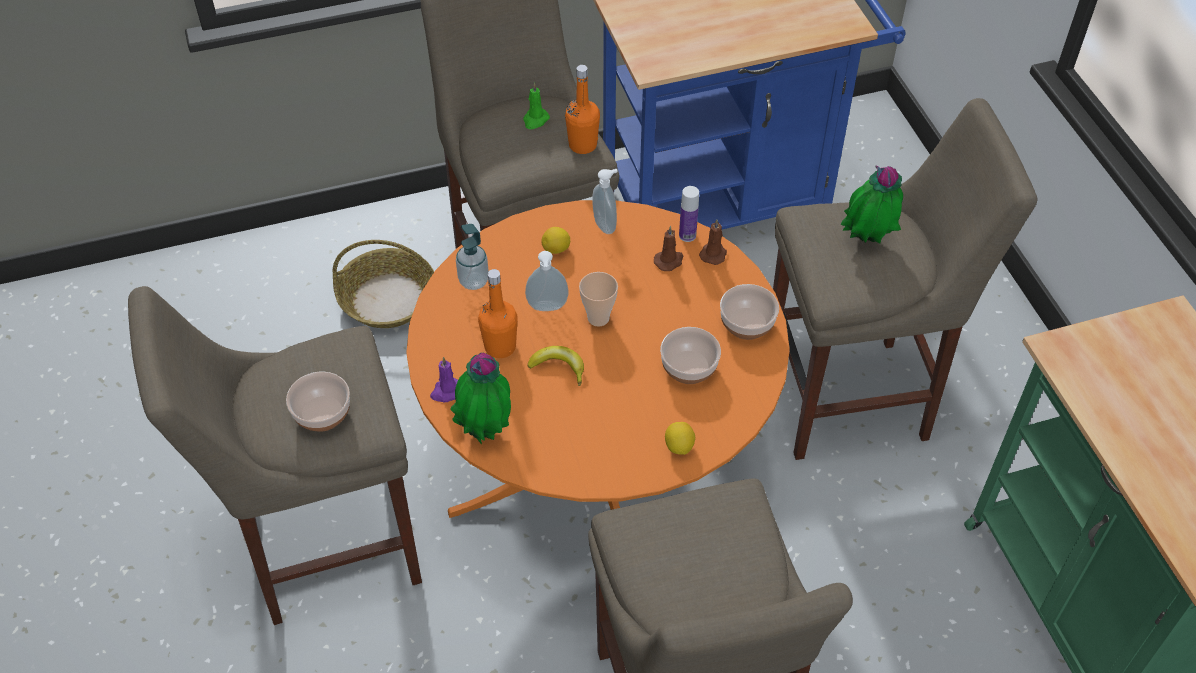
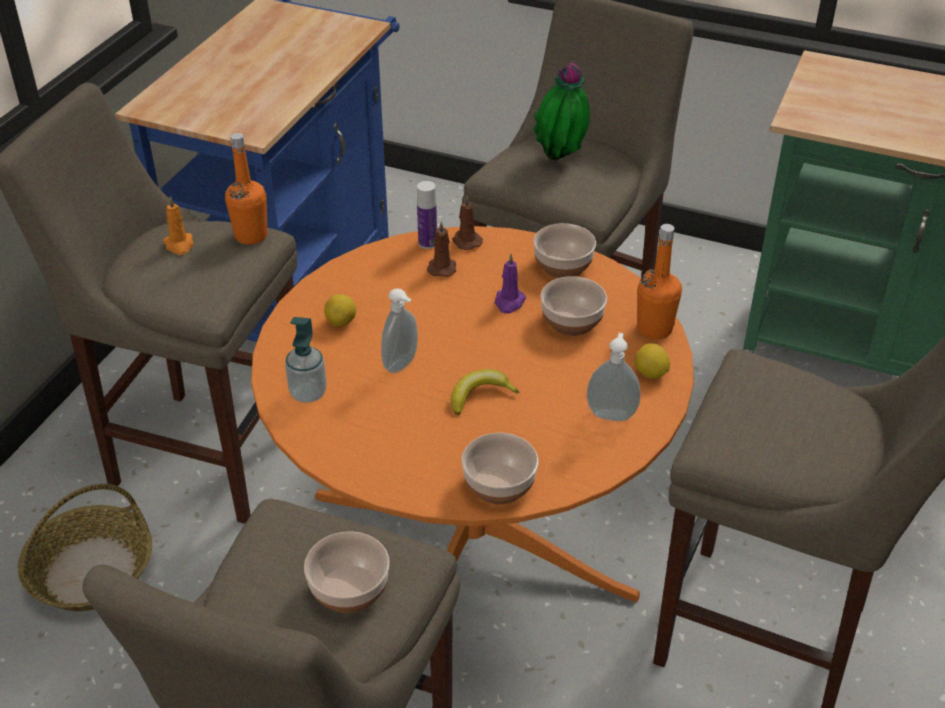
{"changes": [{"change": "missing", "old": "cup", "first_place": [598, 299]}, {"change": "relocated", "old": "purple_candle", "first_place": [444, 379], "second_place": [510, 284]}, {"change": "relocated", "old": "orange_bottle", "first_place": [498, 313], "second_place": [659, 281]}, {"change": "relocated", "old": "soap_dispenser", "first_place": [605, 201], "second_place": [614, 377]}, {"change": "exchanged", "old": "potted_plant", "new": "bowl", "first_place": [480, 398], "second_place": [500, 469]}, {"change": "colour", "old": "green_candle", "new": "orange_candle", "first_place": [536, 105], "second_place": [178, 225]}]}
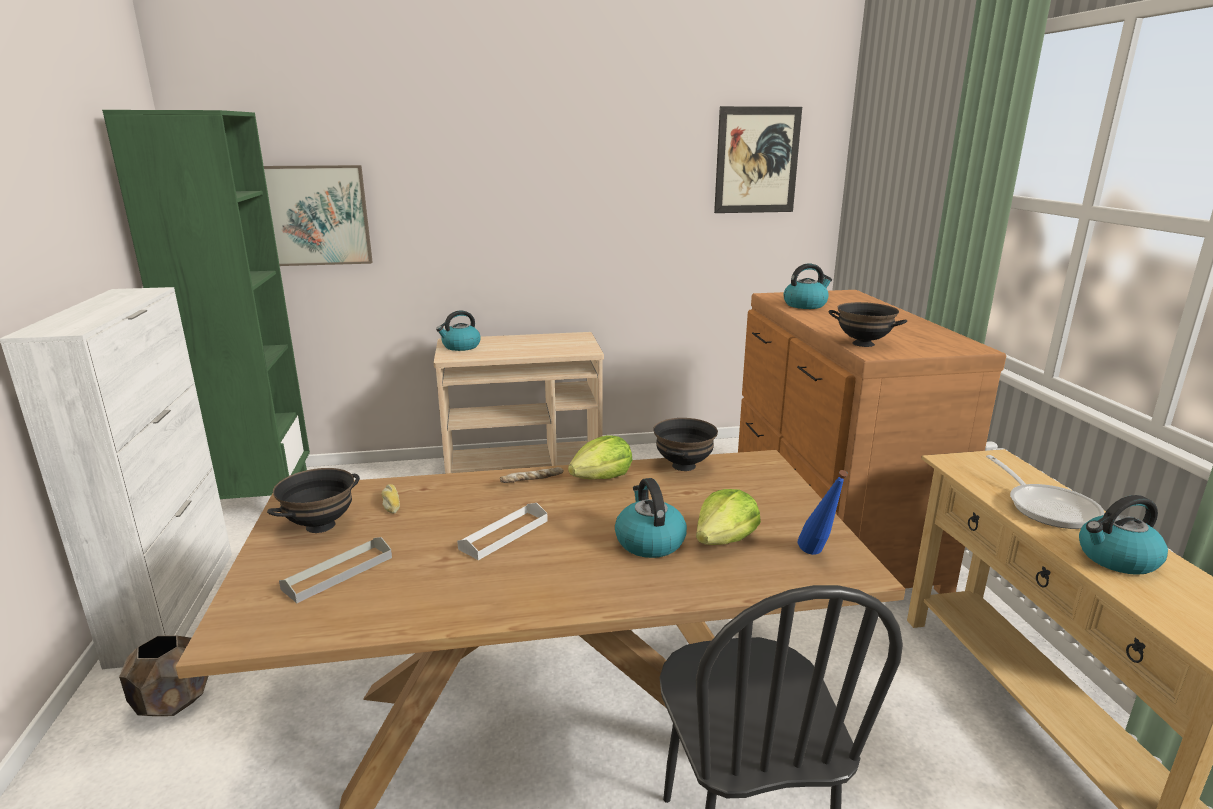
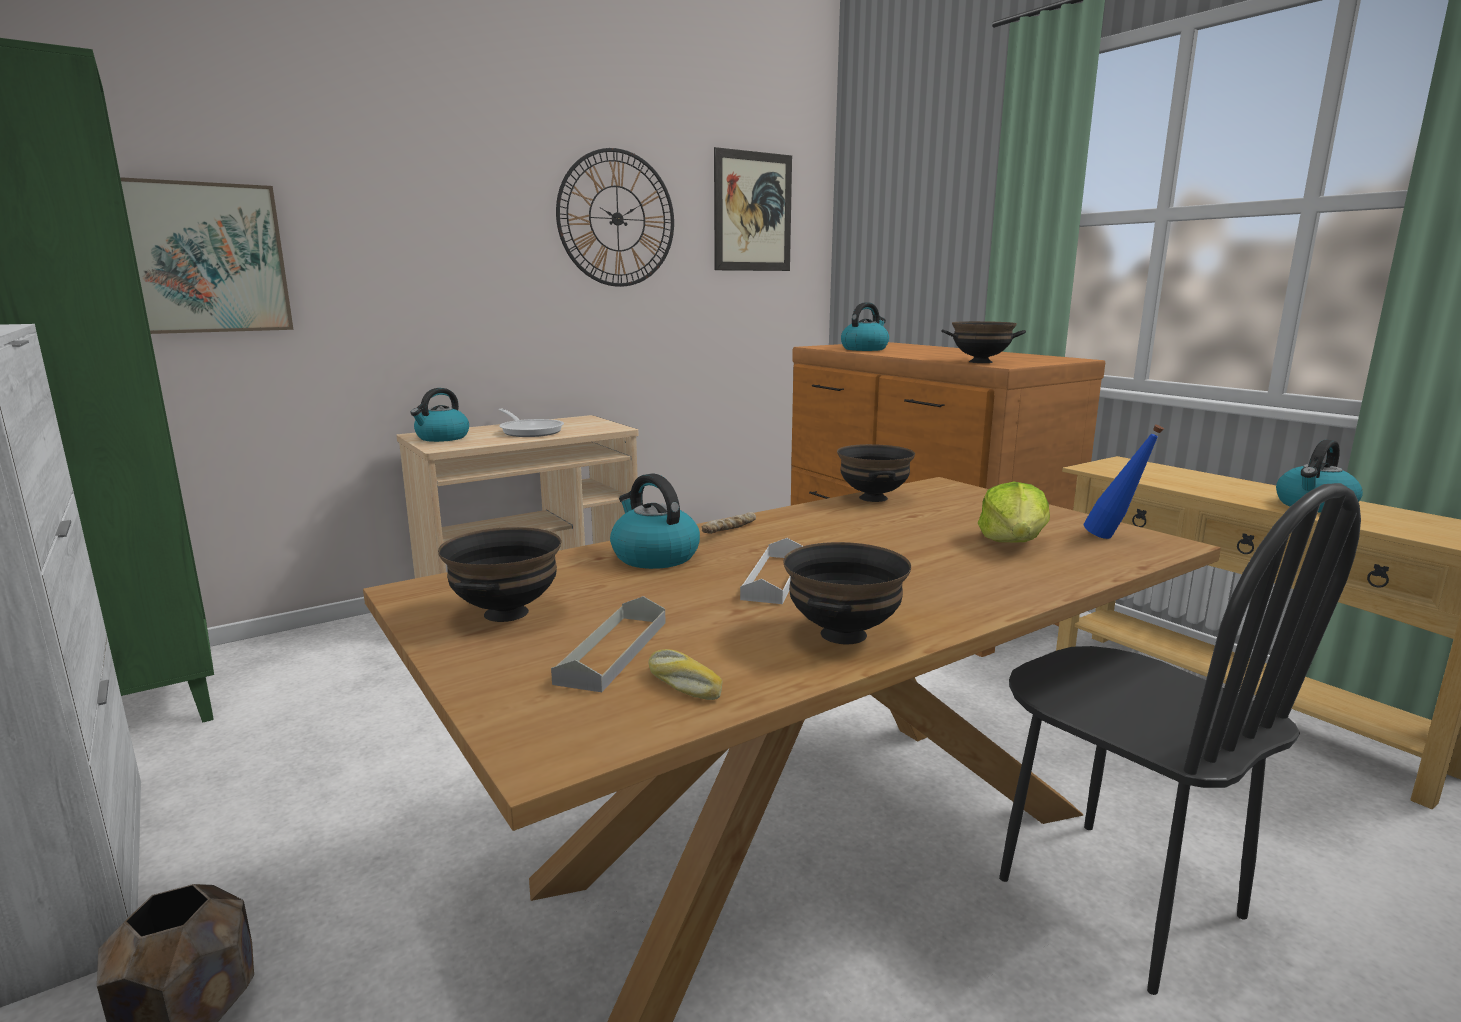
{"changes": [{"change": "missing", "old": "lettuce", "first_place": [600, 457]}, {"change": "appeared", "new": "wall_clock", "second_place": [615, 217]}, {"change": "appeared", "new": "black_bowl", "second_place": [847, 593]}, {"change": "relocated", "old": "bread", "first_place": [390, 499], "second_place": [686, 674]}, {"change": "relocated", "old": "kettle", "first_place": [651, 518], "second_place": [655, 521]}, {"change": "relocated", "old": "frying_pan", "first_place": [1045, 492], "second_place": [531, 422]}]}
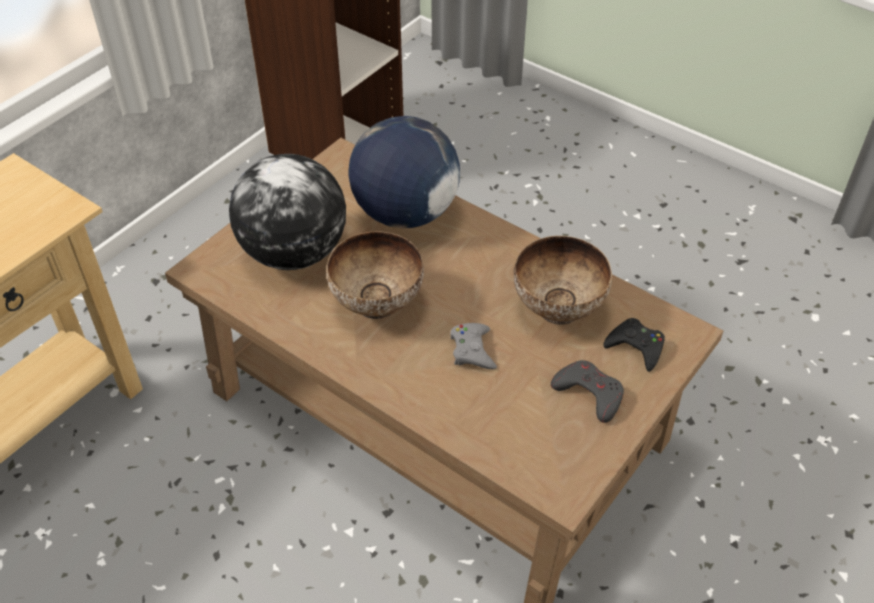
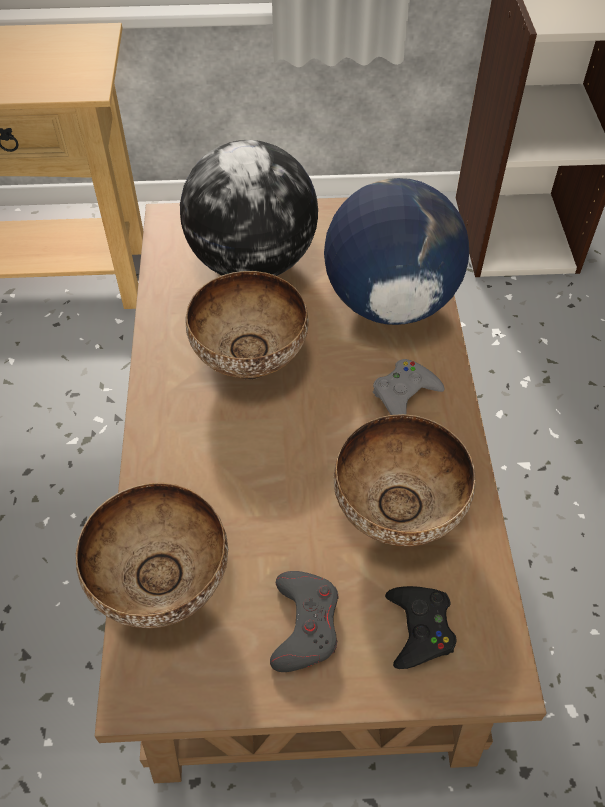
{"changes": [{"change": "appeared", "new": "bowl", "second_place": [152, 555]}, {"change": "relocated", "old": "grey_game_controller", "first_place": [473, 346], "second_place": [408, 387]}]}
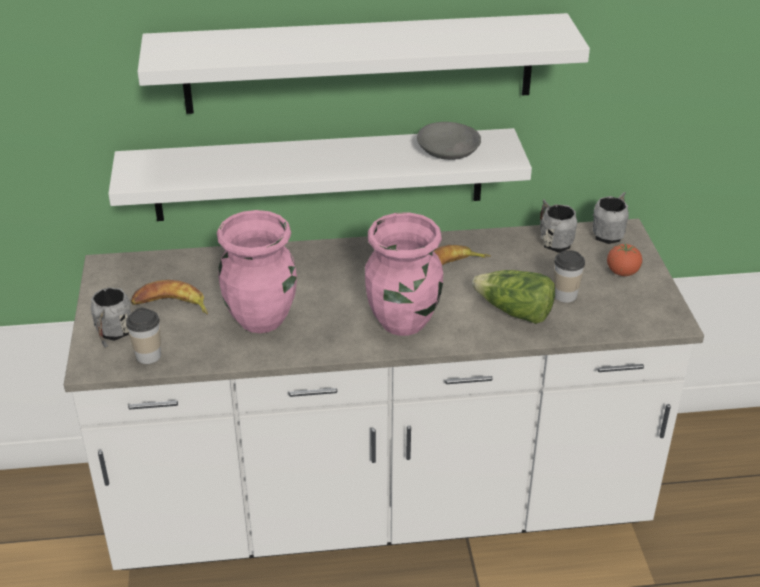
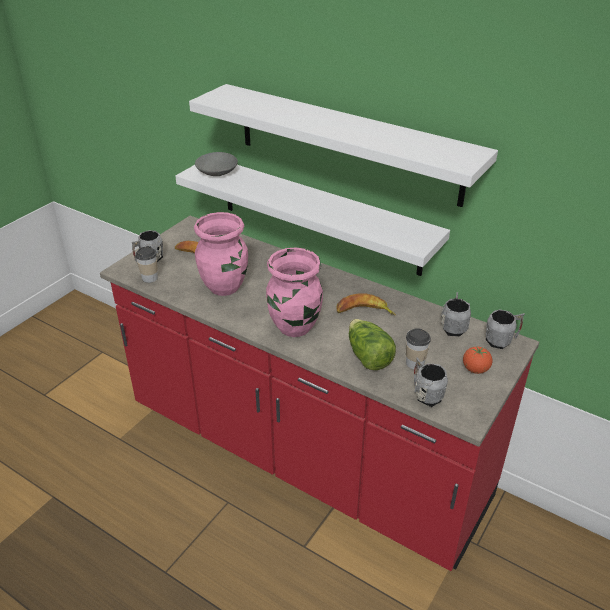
{"changes": [{"change": "appeared", "new": "grey_mug", "second_place": [431, 382]}, {"change": "relocated", "old": "grey_bowl", "first_place": [449, 141], "second_place": [216, 164]}, {"change": "colour", "old": "white_counter", "new": "red_counter", "first_place": [384, 394], "second_place": [319, 393]}]}
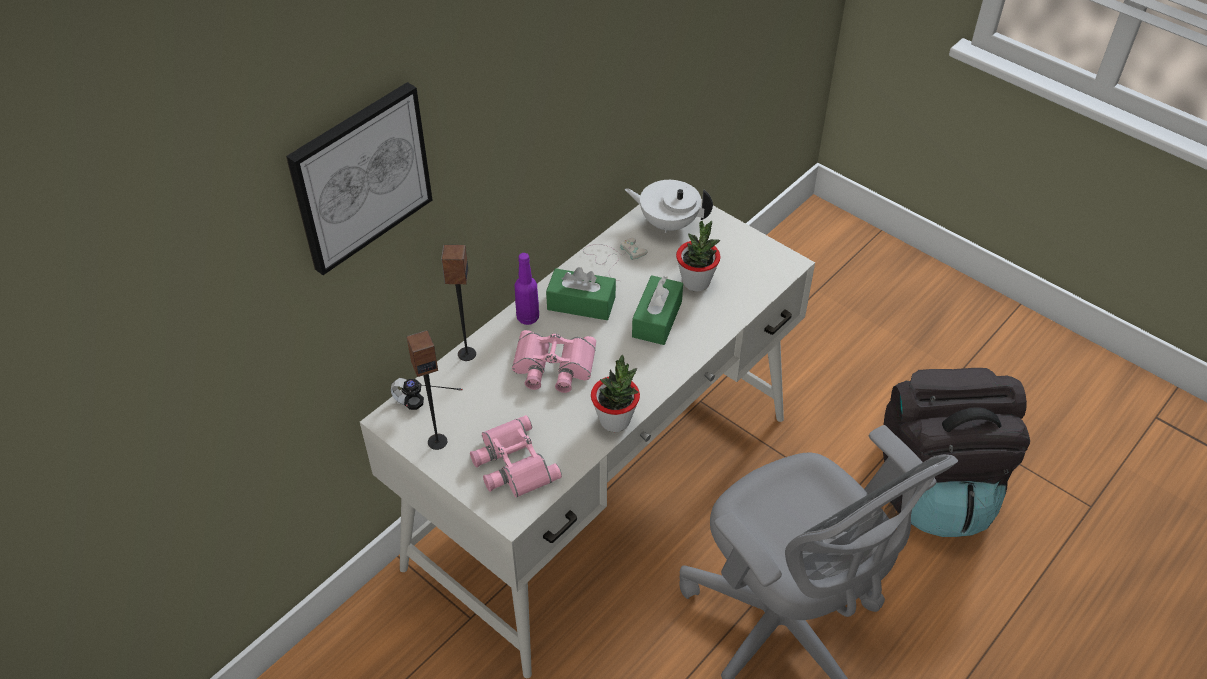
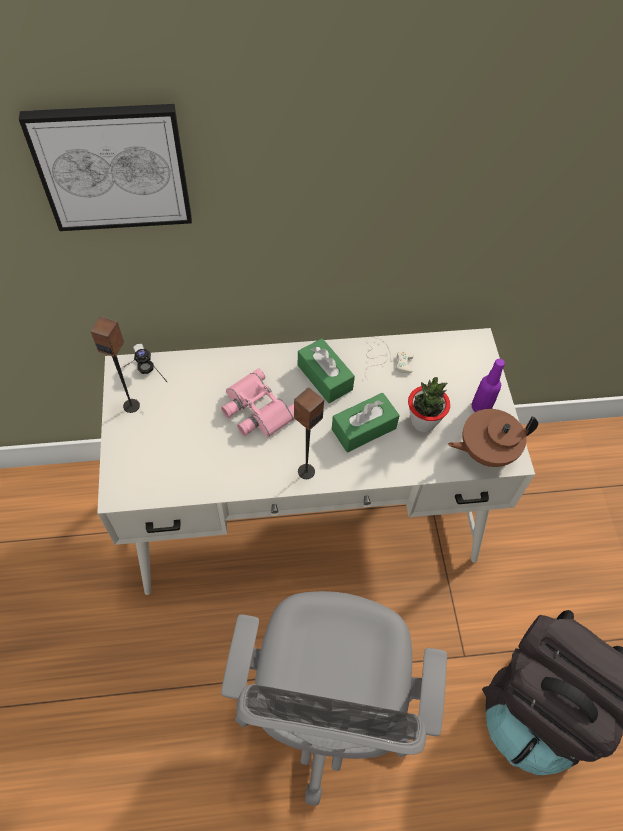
{"changes": [{"change": "missing", "old": "pink_binoculars", "first_place": [516, 456]}, {"change": "missing", "old": "potted_plant", "first_place": [615, 393]}, {"change": "missing", "old": "white_teapot", "first_place": [669, 206]}, {"change": "appeared", "new": "brown_teapot", "second_place": [493, 438]}, {"change": "relocated", "old": "speaker", "first_place": [458, 303], "second_place": [309, 433]}, {"change": "relocated", "old": "purple_bottle", "first_place": [526, 289], "second_place": [488, 385]}]}
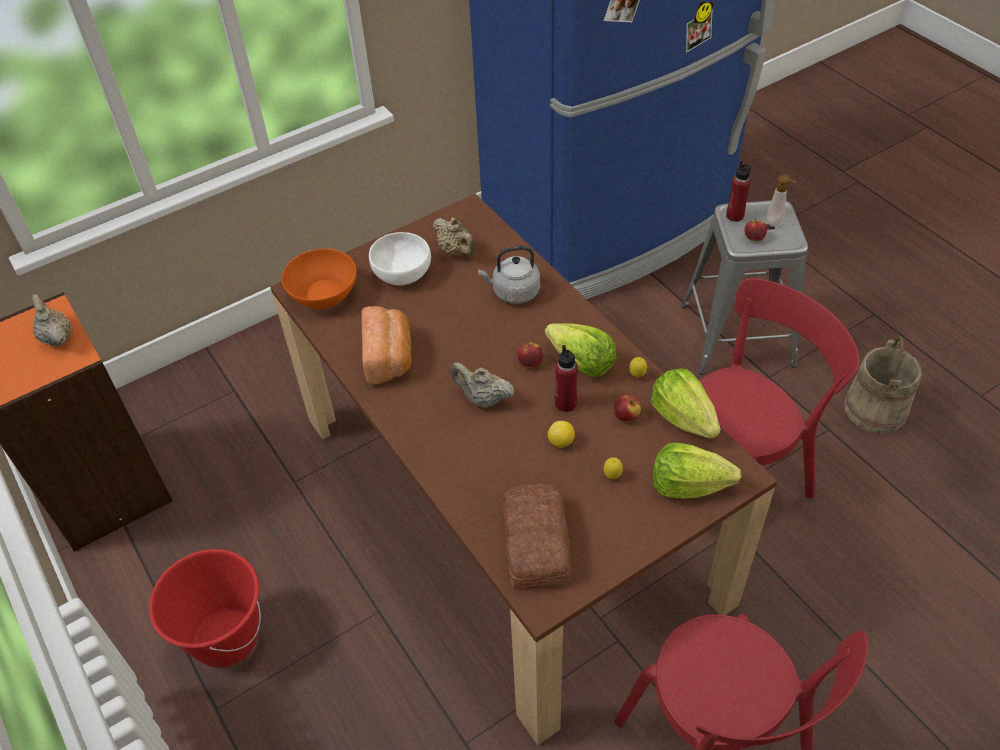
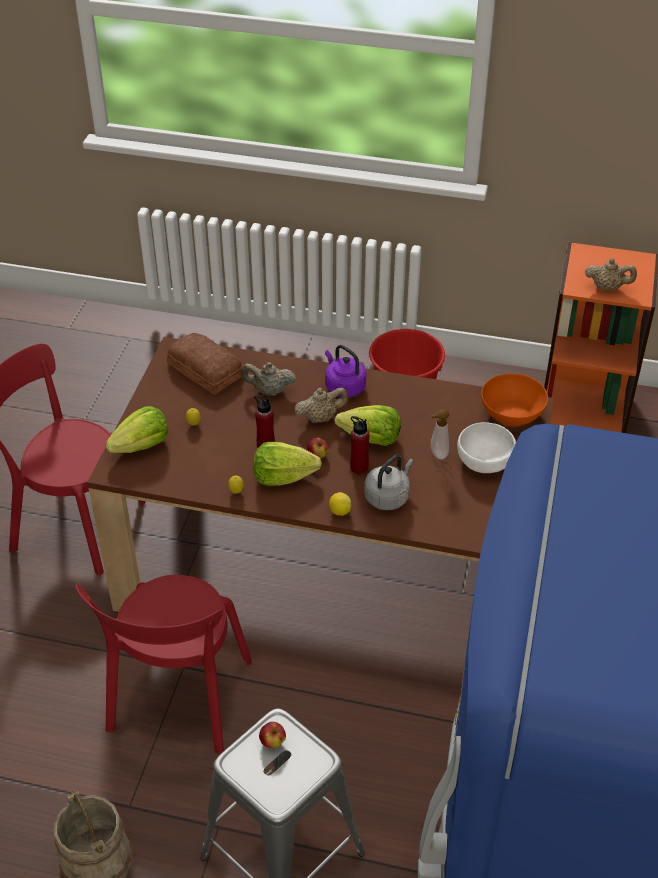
{"changes": [{"change": "missing", "old": "bread", "first_place": [387, 345]}, {"change": "missing", "old": "apple", "first_place": [627, 408]}, {"change": "appeared", "new": "purple_kettle", "second_place": [345, 371]}, {"change": "relocated", "old": "beige_teapot", "first_place": [454, 236], "second_place": [268, 379]}, {"change": "relocated", "old": "lemon", "first_place": [561, 434], "second_place": [340, 504]}, {"change": "relocated", "old": "lettuce", "first_place": [685, 403], "second_place": [368, 425]}, {"change": "relocated", "old": "red_bottle", "first_place": [738, 191], "second_place": [360, 445]}, {"change": "relocated", "old": "soap_dispenser", "first_place": [782, 201], "second_place": [439, 434]}]}
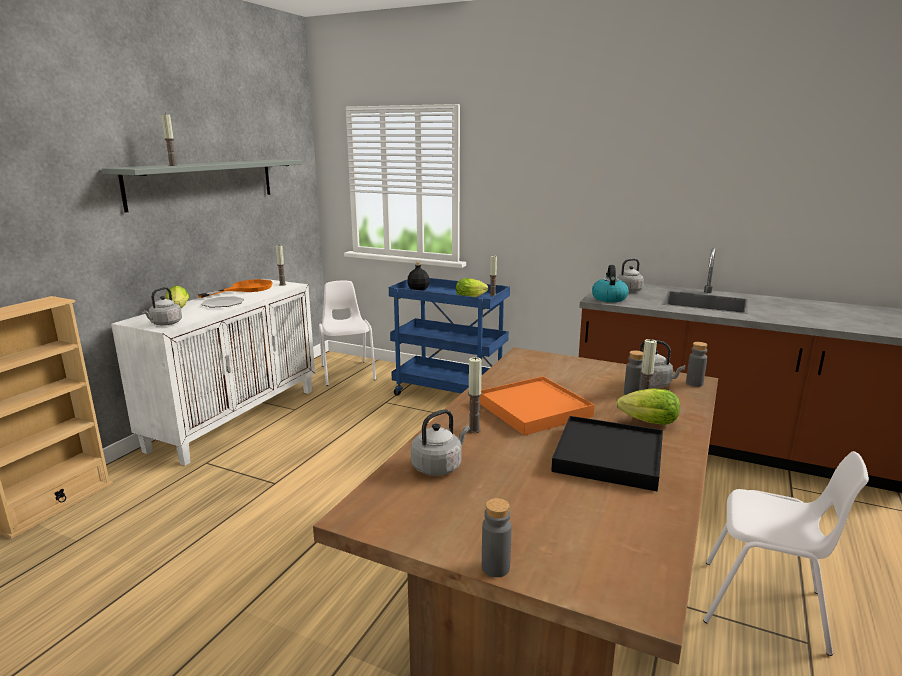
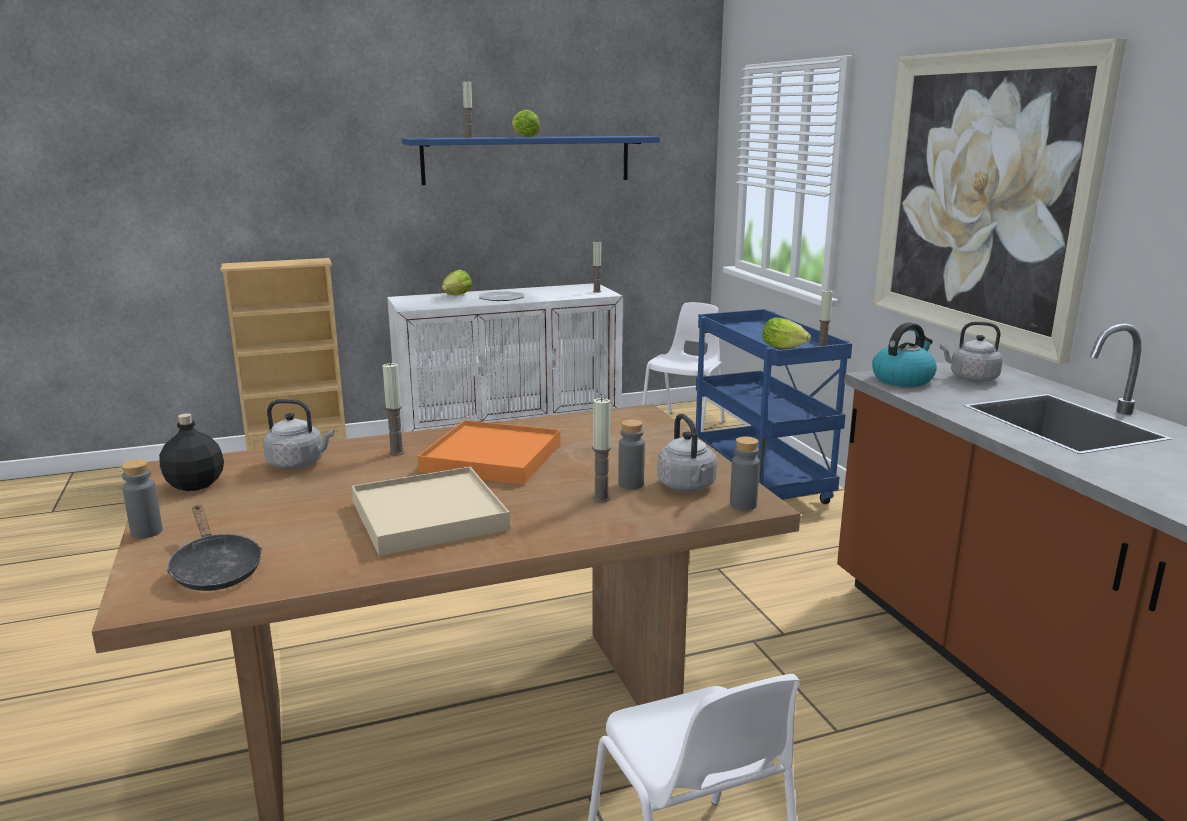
{"changes": [{"change": "missing", "old": "grey_kettle", "first_place": [162, 306]}, {"change": "missing", "old": "orange_frying_pan", "first_place": [235, 288]}, {"change": "appeared", "new": "black_frying_pan", "second_place": [214, 548]}, {"change": "appeared", "new": "picture", "second_place": [1000, 201]}, {"change": "relocated", "old": "black_bottle", "first_place": [418, 276], "second_place": [191, 452]}, {"change": "relocated", "old": "lettuce", "first_place": [648, 406], "second_place": [526, 123]}, {"change": "colour", "old": "grey_shelf", "new": "blue_shelf", "first_place": [202, 186], "second_place": [531, 160]}, {"change": "colour", "old": "black_tray", "new": "beige_tray", "first_place": [607, 453], "second_place": [431, 511]}]}
